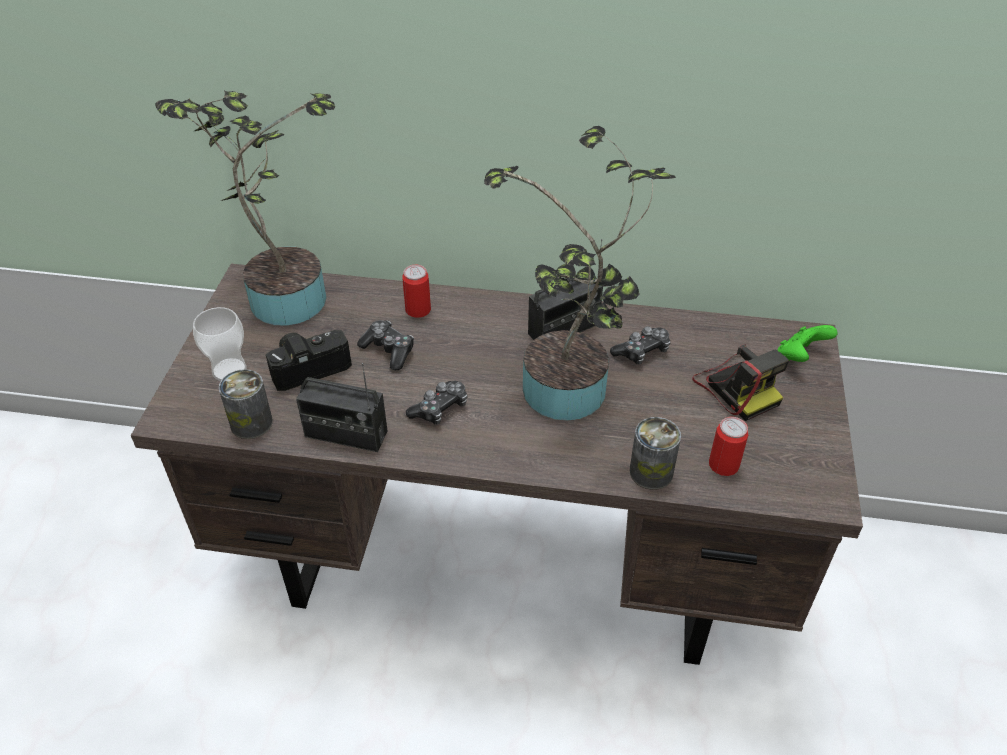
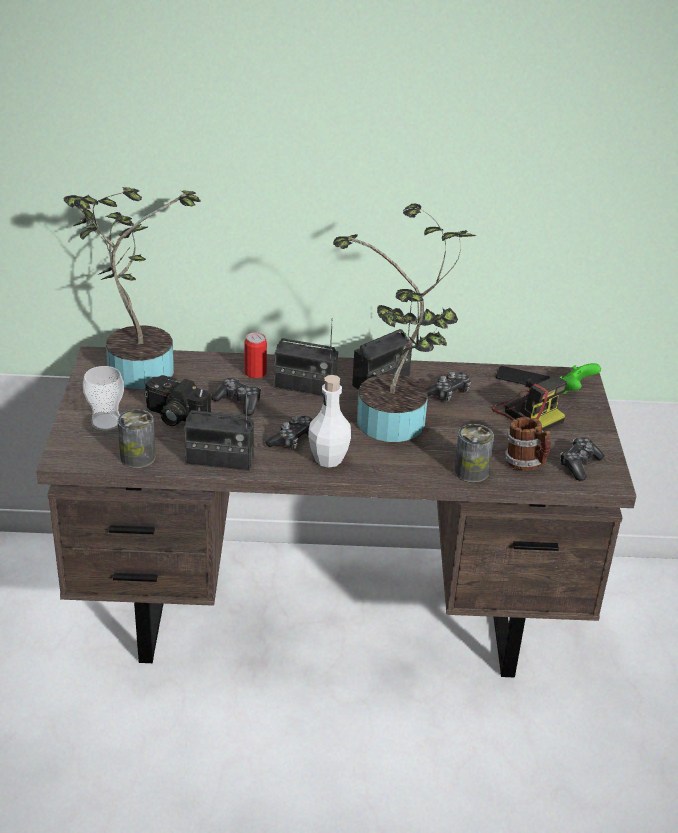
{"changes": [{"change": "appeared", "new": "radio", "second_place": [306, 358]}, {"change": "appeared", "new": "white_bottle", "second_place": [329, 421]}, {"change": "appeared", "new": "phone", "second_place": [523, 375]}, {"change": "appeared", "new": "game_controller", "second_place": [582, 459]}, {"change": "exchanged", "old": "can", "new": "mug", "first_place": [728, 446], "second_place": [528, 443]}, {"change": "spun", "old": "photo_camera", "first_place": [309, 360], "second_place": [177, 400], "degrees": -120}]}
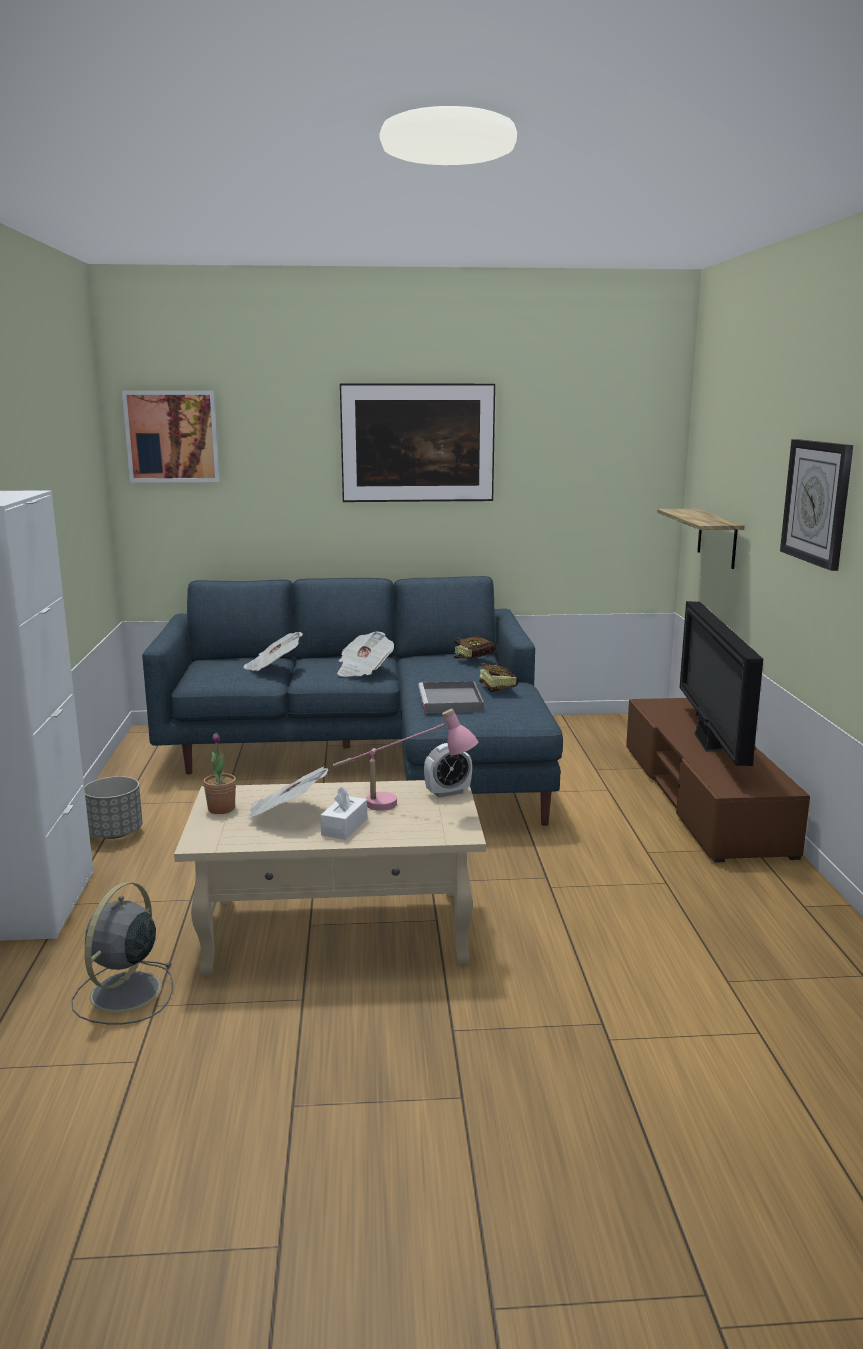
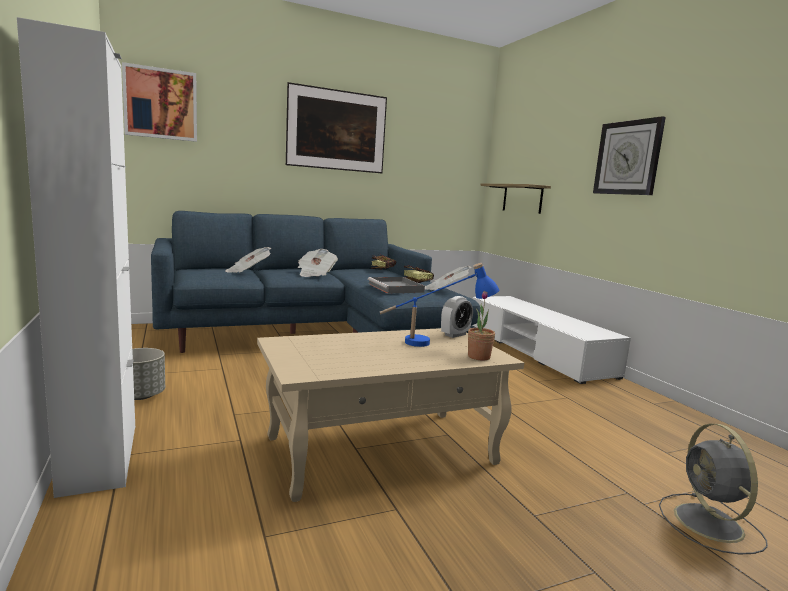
{"changes": [{"change": "missing", "old": "white_tissue_box", "first_place": [343, 813]}, {"change": "missing", "old": "television", "first_place": [721, 683]}, {"change": "relocated", "old": "grey_fan", "first_place": [122, 953], "second_place": [713, 488]}, {"change": "relocated", "old": "potted_plant", "first_place": [219, 773], "second_place": [481, 325]}, {"change": "relocated", "old": "newspaper", "first_place": [287, 793], "second_place": [448, 278]}, {"change": "colour", "old": "pink_table_lamp", "new": "blue_table_lamp", "first_place": [405, 760], "second_place": [439, 305]}, {"change": "colour", "old": "brown_tv_stand", "new": "white_tv_stand", "first_place": [718, 780], "second_place": [551, 340]}]}
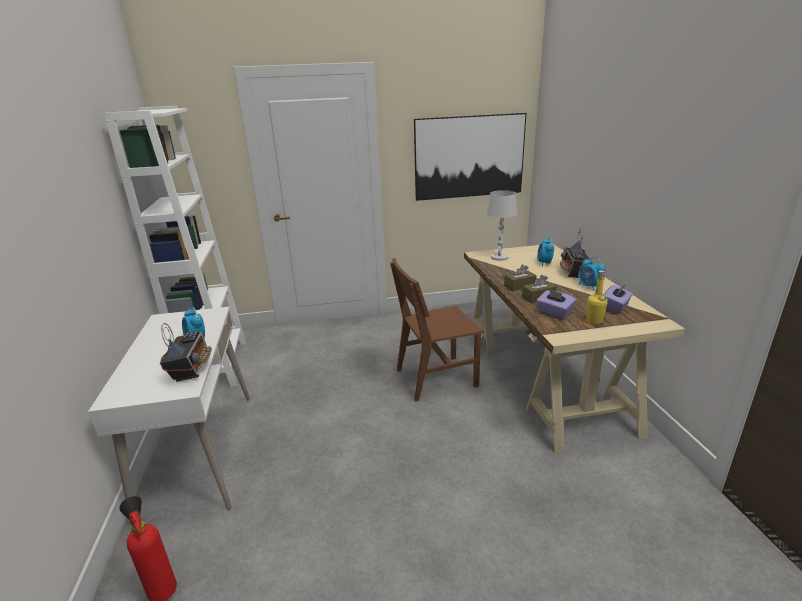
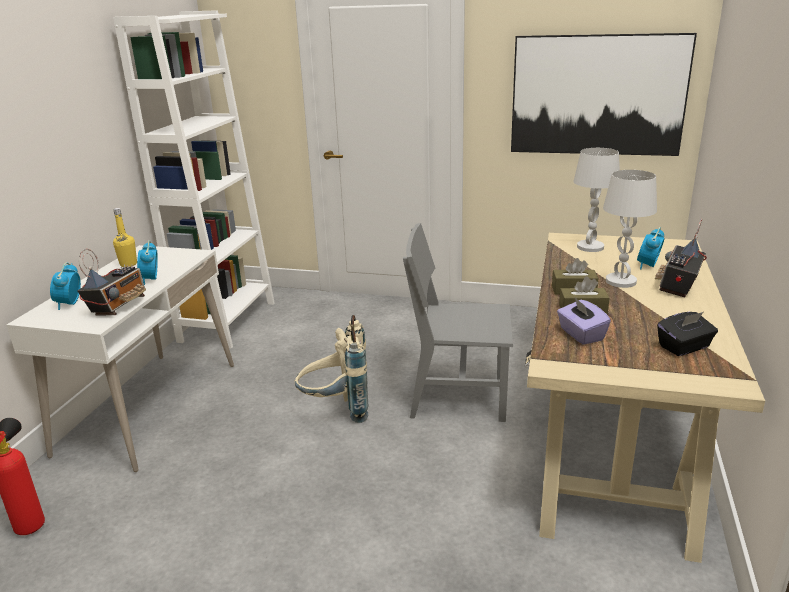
{"changes": [{"change": "appeared", "new": "beige_backpack", "second_place": [331, 369]}, {"change": "appeared", "new": "white_table_lamp", "second_place": [630, 229]}, {"change": "relocated", "old": "alarm_clock", "first_place": [592, 274], "second_place": [65, 286]}, {"change": "relocated", "old": "yellow_bottle", "first_place": [596, 297], "second_place": [125, 237]}, {"change": "colour", "old": "brown_chair", "new": "grey_chair", "first_place": [437, 330], "second_place": [458, 322]}, {"change": "colour", "old": "purple_tissue_box", "new": "black_tissue_box", "first_place": [618, 299], "second_place": [687, 334]}]}
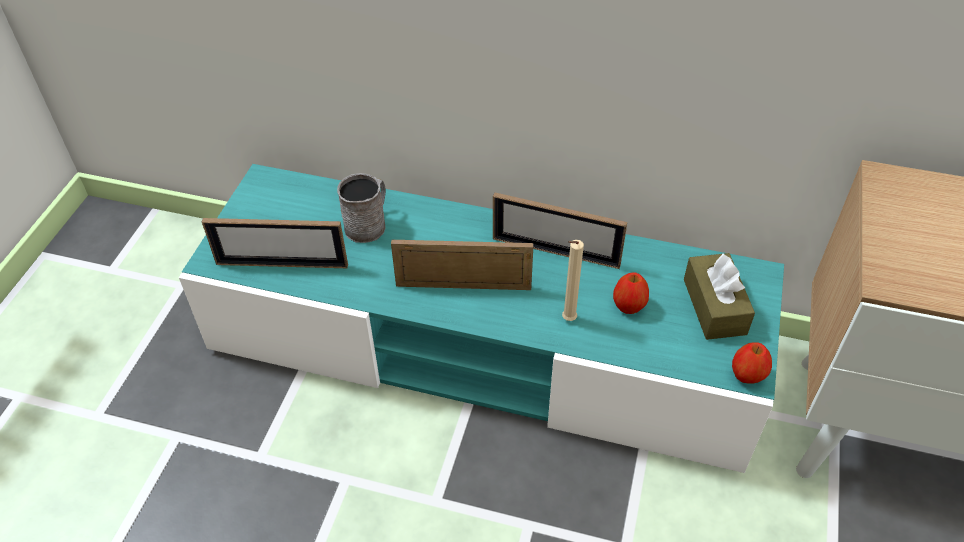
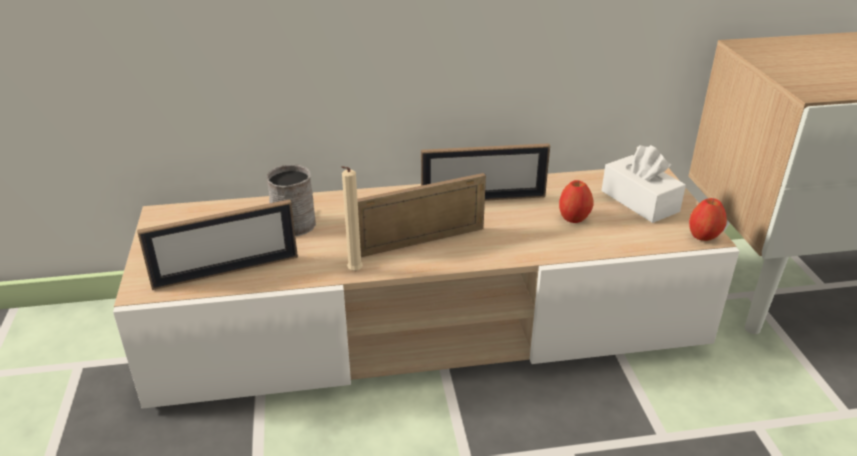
{"changes": [{"change": "relocated", "old": "beige_candle", "first_place": [573, 280], "second_place": [352, 218]}, {"change": "colour", "old": "turquoise_tv_stand", "new": "beige_tv_stand", "first_place": [481, 318], "second_place": [426, 288]}, {"change": "colour", "old": "brown_tissue_box", "new": "white_tissue_box", "first_place": [719, 296], "second_place": [644, 184]}]}
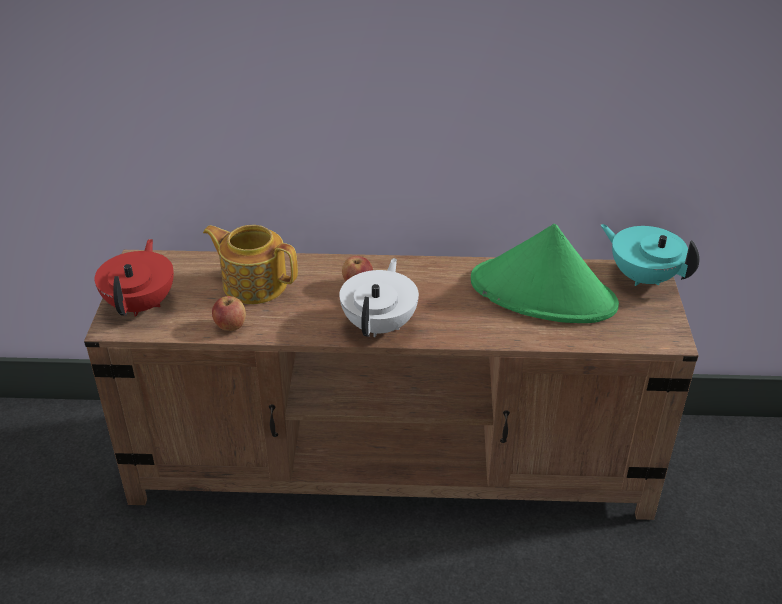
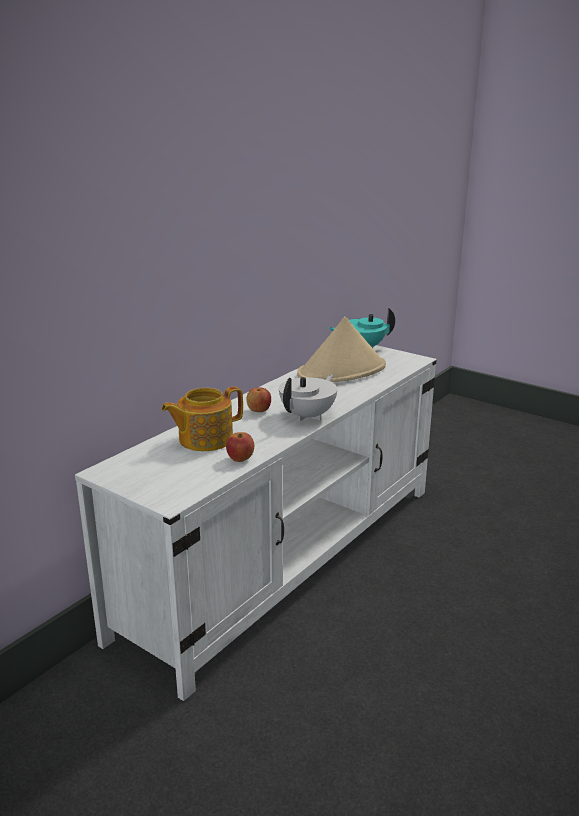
{"changes": [{"change": "missing", "old": "red_teapot", "first_place": [134, 278]}, {"change": "colour", "old": "brown_tv_stand", "new": "white_tv_stand", "first_place": [391, 385], "second_place": [256, 523]}, {"change": "colour", "old": "green_hat", "new": "beige_hat", "first_place": [545, 273], "second_place": [341, 349]}, {"change": "spun", "old": "white_teapot", "first_place": [379, 297], "second_place": [308, 397], "degrees": 75}]}
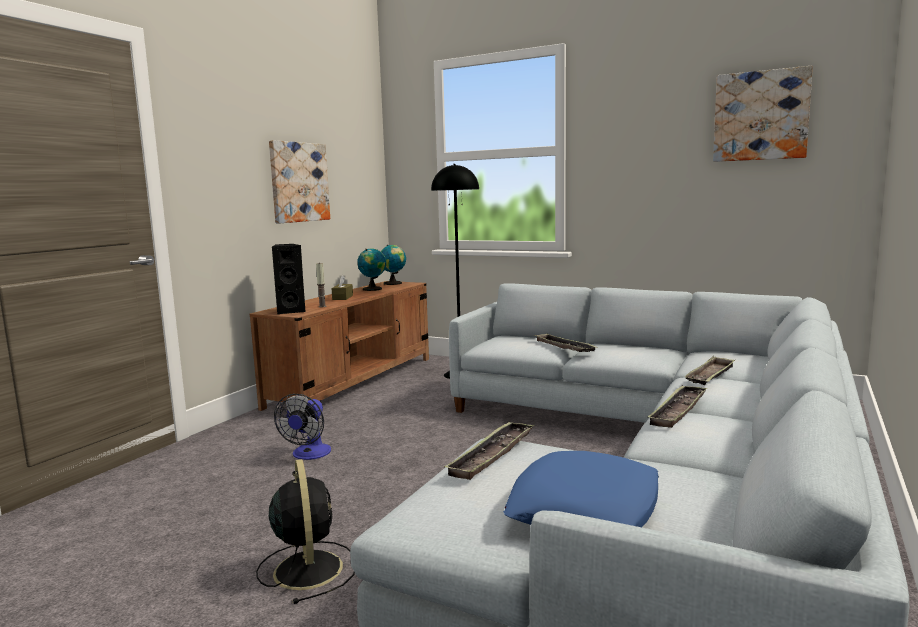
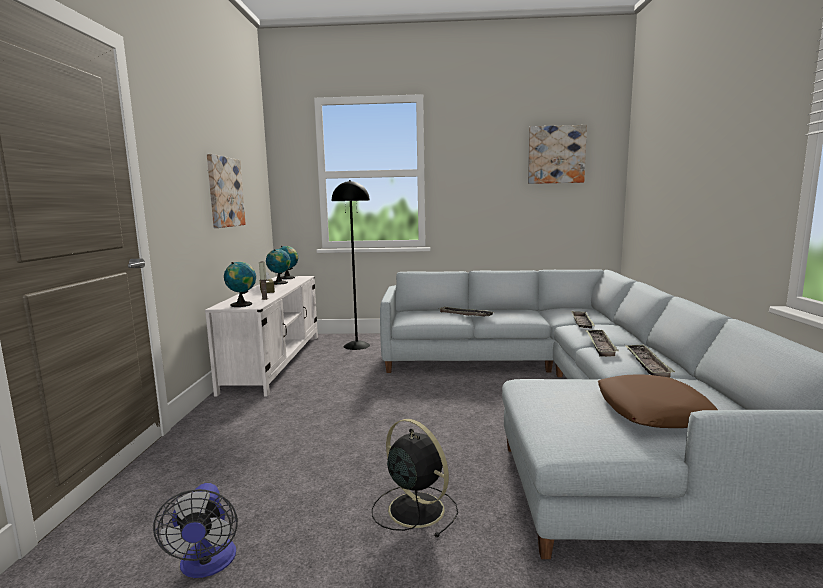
{"changes": [{"change": "relocated", "old": "fan", "first_place": [302, 427], "second_place": [195, 530]}, {"change": "relocated", "old": "tray", "first_place": [489, 450], "second_place": [649, 361]}, {"change": "exchanged", "old": "black_speaker", "new": "globe", "first_place": [289, 279], "second_place": [240, 284]}, {"change": "colour", "old": "brown_tv_stand", "new": "white_tv_stand", "first_place": [339, 346], "second_place": [261, 336]}, {"change": "colour", "old": "blue_pillow", "new": "brown_pillow", "first_place": [581, 489], "second_place": [658, 401]}]}
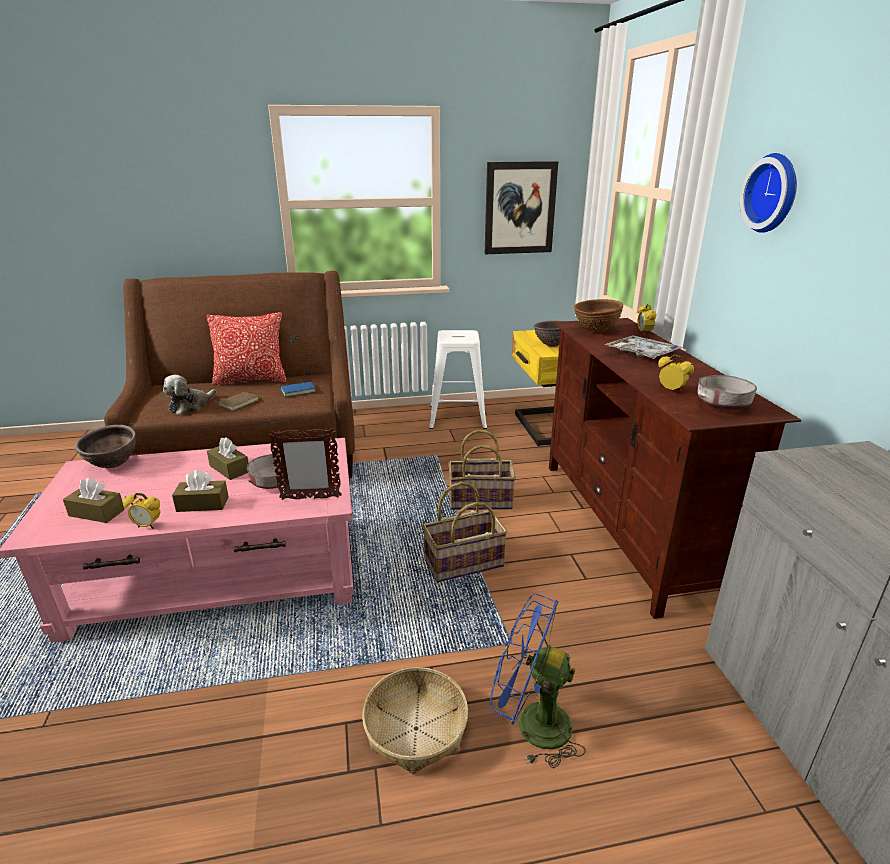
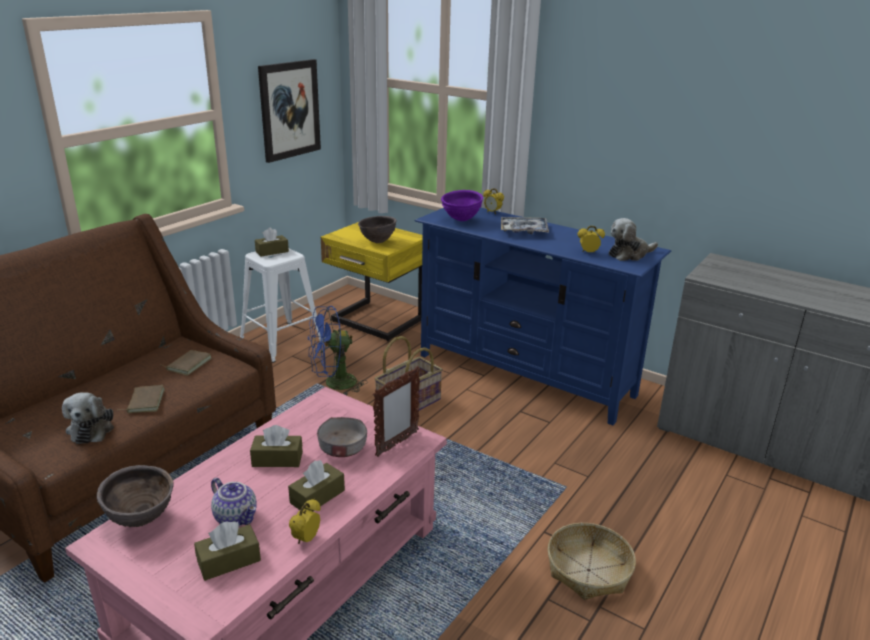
{"changes": [{"change": "missing", "old": "pillow", "first_place": [247, 348]}, {"change": "missing", "old": "basket", "first_place": [465, 532]}, {"change": "missing", "old": "wall_clock", "first_place": [768, 193]}, {"change": "appeared", "new": "teapot", "second_place": [234, 502]}, {"change": "appeared", "new": "brown_tissue_box", "second_place": [272, 242]}, {"change": "relocated", "old": "blue_fan", "first_place": [538, 681], "second_place": [338, 350]}, {"change": "exchanged", "old": "grey_bowl", "new": "plush_toy", "first_place": [727, 392], "second_place": [633, 239]}, {"change": "colour", "old": "blue_book", "new": "brown_book", "first_place": [297, 389], "second_place": [187, 362]}, {"change": "colour", "old": "brown_tv_stand", "new": "blue_tv_stand", "first_place": [675, 468], "second_place": [543, 316]}, {"change": "colour", "old": "brown_bowl", "new": "purple_bowl", "first_place": [598, 316], "second_place": [462, 205]}, {"change": "spun", "old": "alarm_clock", "first_place": [142, 511], "second_place": [305, 521], "degrees": 150}]}
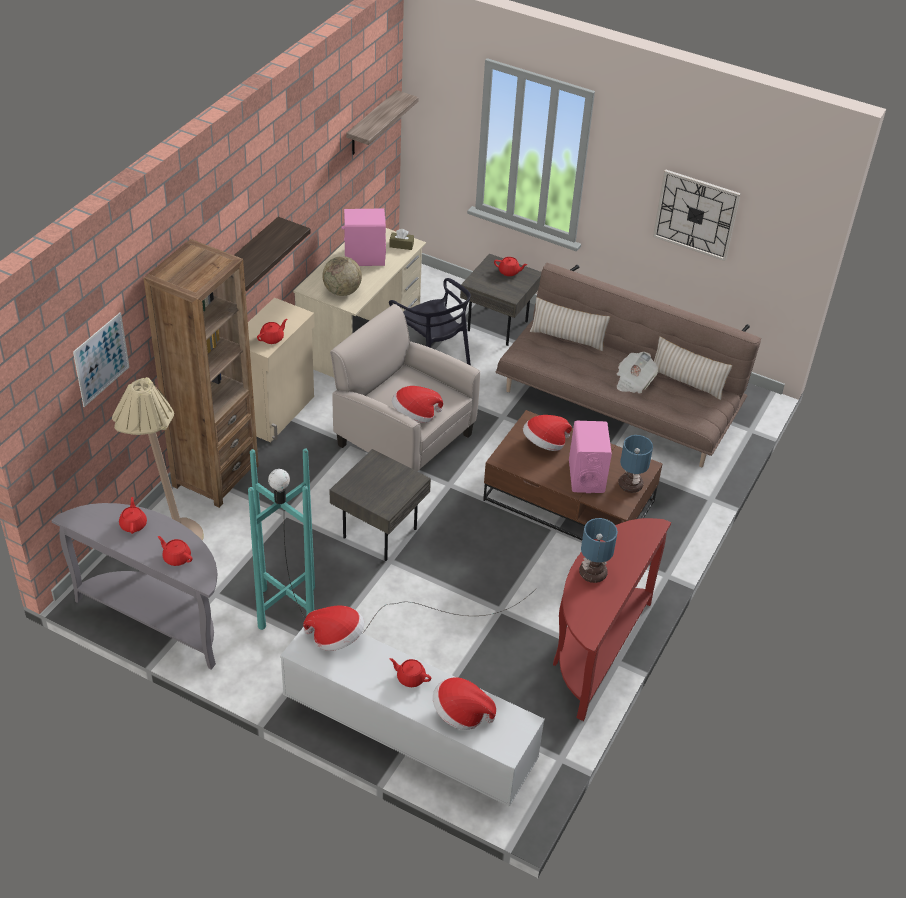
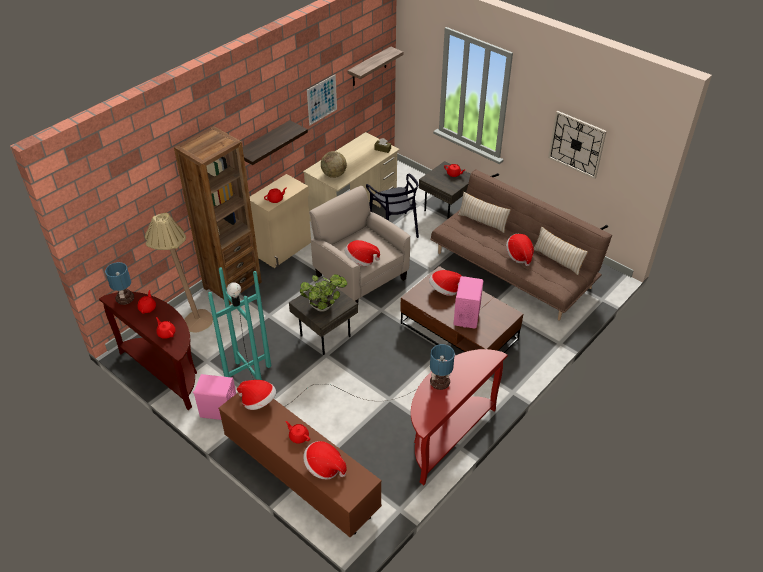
{"changes": [{"change": "appeared", "new": "potted_plant", "second_place": [323, 293]}, {"change": "relocated", "old": "picture", "first_place": [101, 359], "second_place": [322, 100]}, {"change": "relocated", "old": "pink_speaker", "first_place": [364, 237], "second_place": [214, 397]}, {"change": "relocated", "old": "table_lamp", "first_place": [635, 464], "second_place": [119, 283]}, {"change": "exchanged", "old": "newspaper", "new": "hat", "first_place": [637, 372], "second_place": [520, 250]}, {"change": "colour", "old": "grey_console_table", "new": "brown_console_table", "first_place": [134, 586], "second_place": [148, 351]}, {"change": "colour", "old": "white_tv_stand", "new": "brown_tv_stand", "first_place": [412, 717], "second_place": [300, 465]}]}
